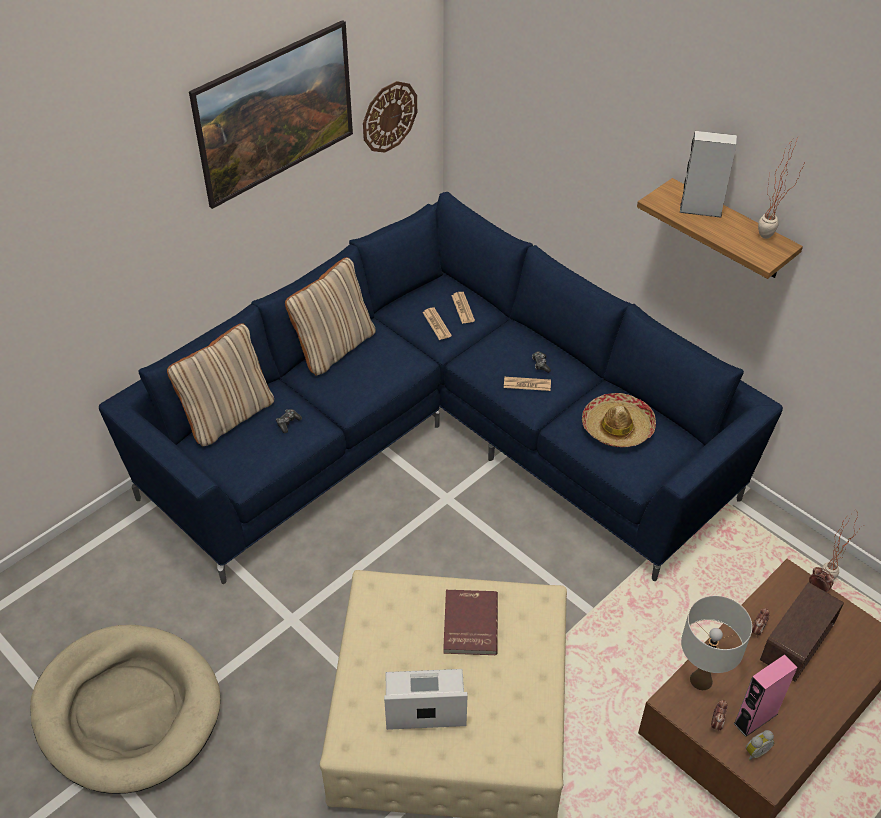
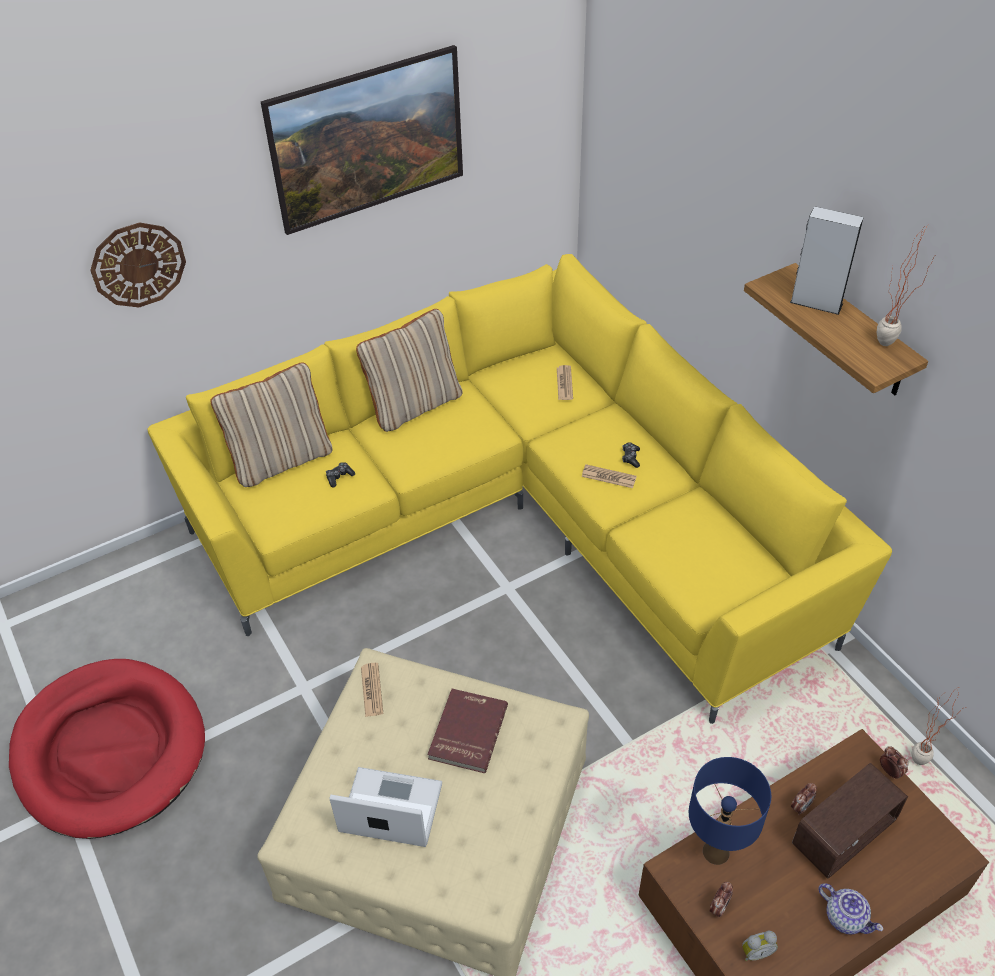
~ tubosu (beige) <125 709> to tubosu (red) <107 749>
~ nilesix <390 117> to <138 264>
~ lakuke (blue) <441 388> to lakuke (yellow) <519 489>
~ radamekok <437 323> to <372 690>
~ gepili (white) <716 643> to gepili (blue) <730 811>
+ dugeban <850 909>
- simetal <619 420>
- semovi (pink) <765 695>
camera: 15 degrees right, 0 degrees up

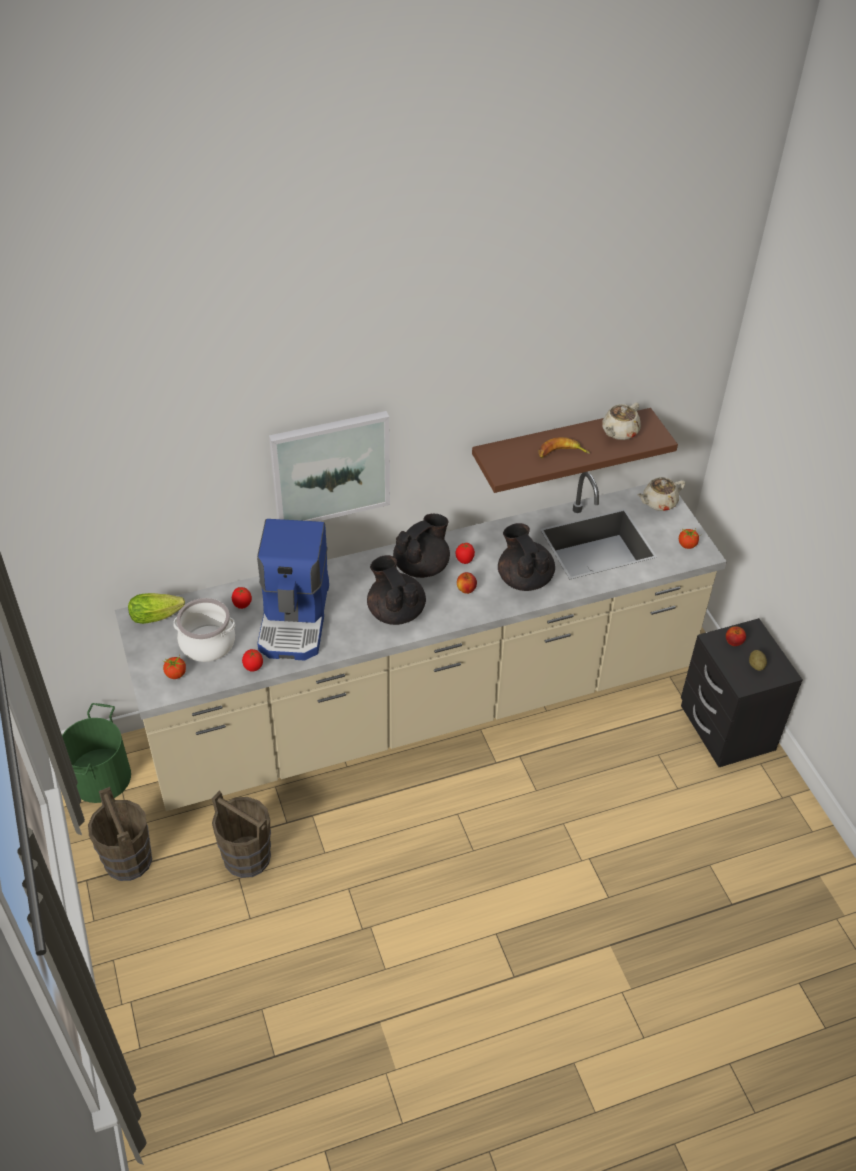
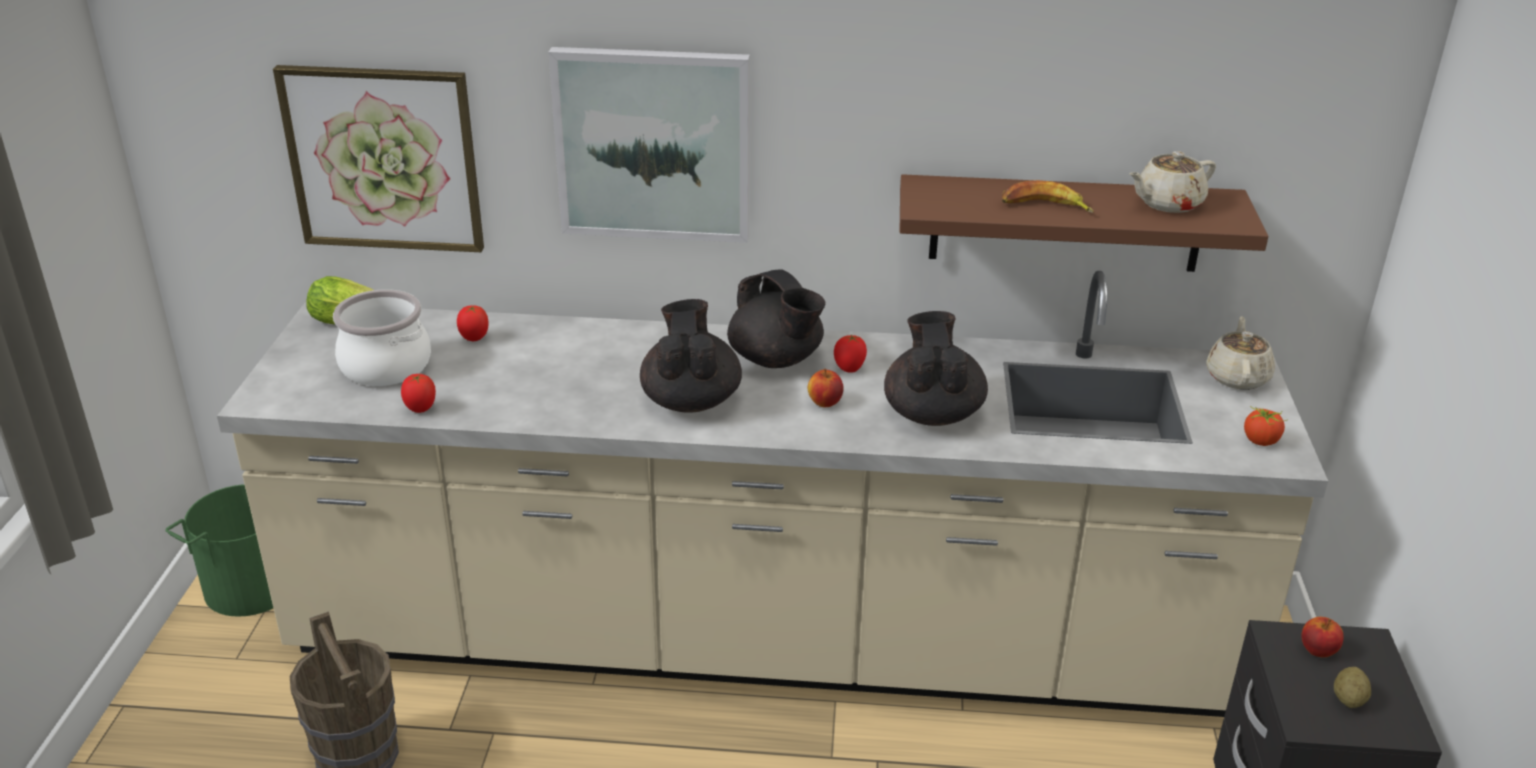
+ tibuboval <378 158>
~ dugeban (black) <421 546> = <776 318> 75 degrees clockwise
~ dugeban (beige) <661 494> = <1240 353> 105 degrees clockwise
- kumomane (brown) <120 834>
- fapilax <174 667>
- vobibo <293 590>
camera: 25 degrees right, 15 degrees down

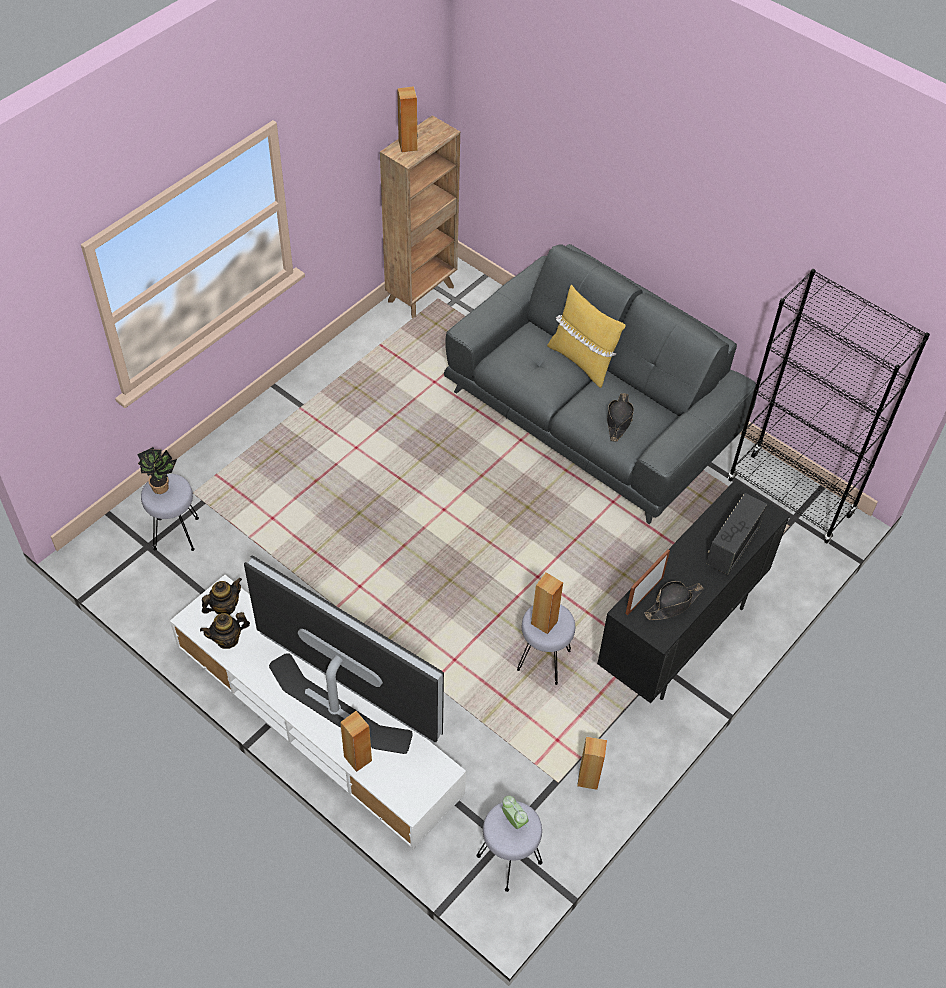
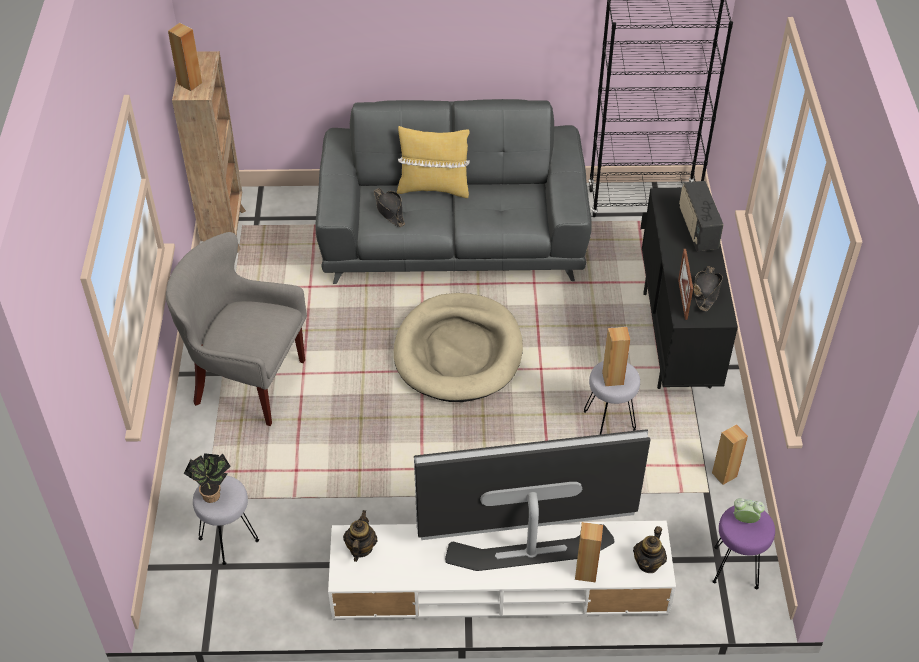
+ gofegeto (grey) <236 329>
~ simetal (black) <620 417> to <389 207>
+ tubosu (beige) <458 347>
~ dugeban <225 630> to <650 549>
~ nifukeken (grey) <509 846> to nifukeken (purple) <743 547>
camera: 40 degrees left, 5 degrees down

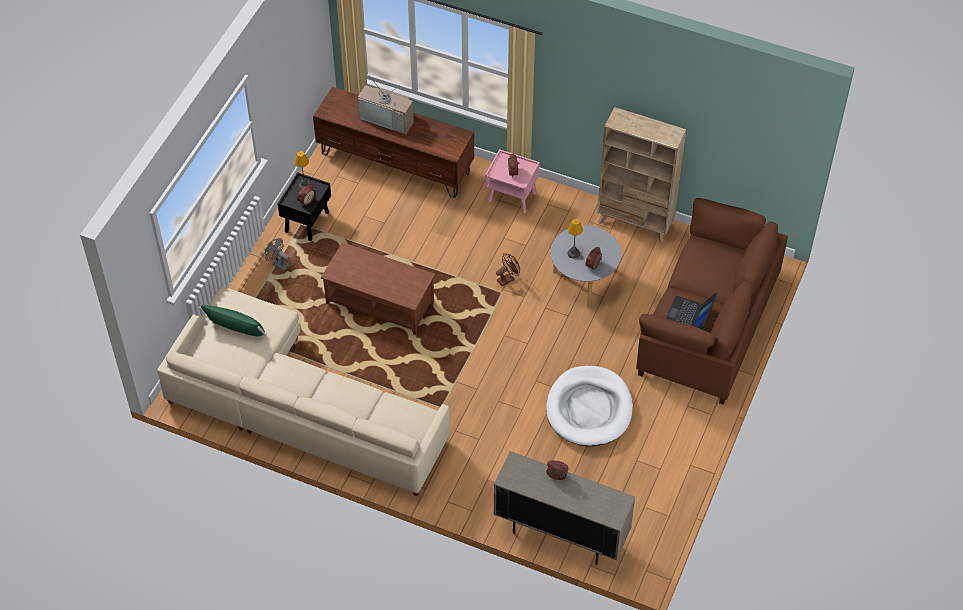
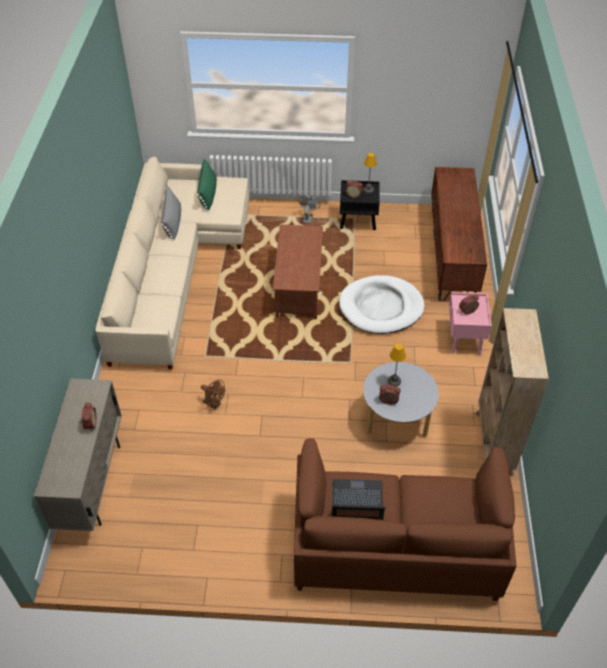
+ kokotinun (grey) <171 213>
~ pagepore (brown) <508 269> to <213 394>
~ tubosu (white) <589 406> to <382 304>
- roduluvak <386 106>
camera: 70 degrees right, 5 degrees down

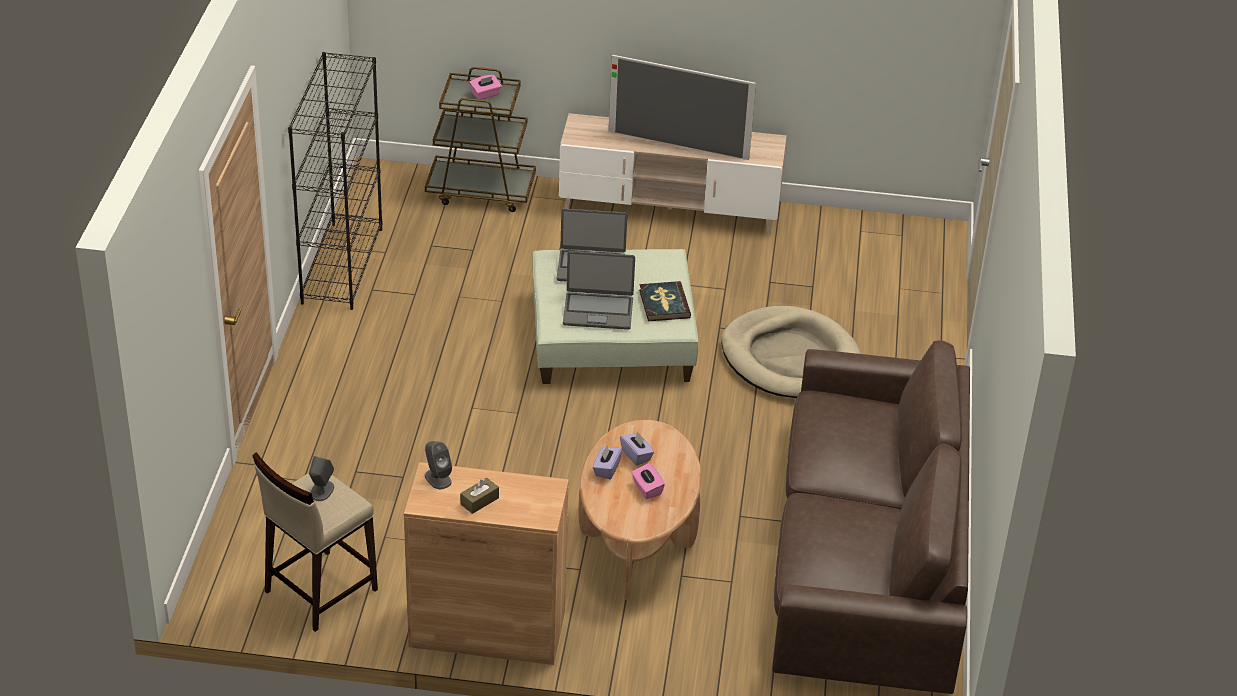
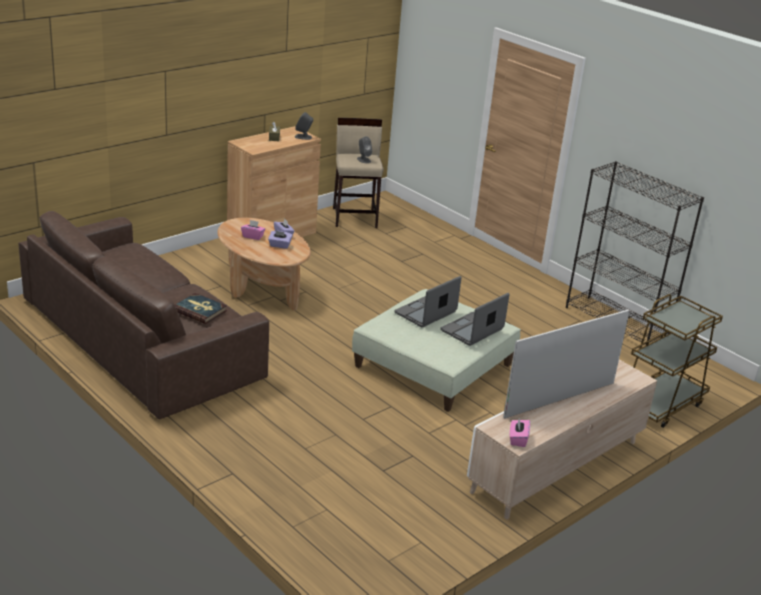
~ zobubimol <665 301> to <201 308>
~ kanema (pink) <485 87> to <520 432>
- tubosu (beige) <791 352>
camera: 130 degrees right, 10 degrees down

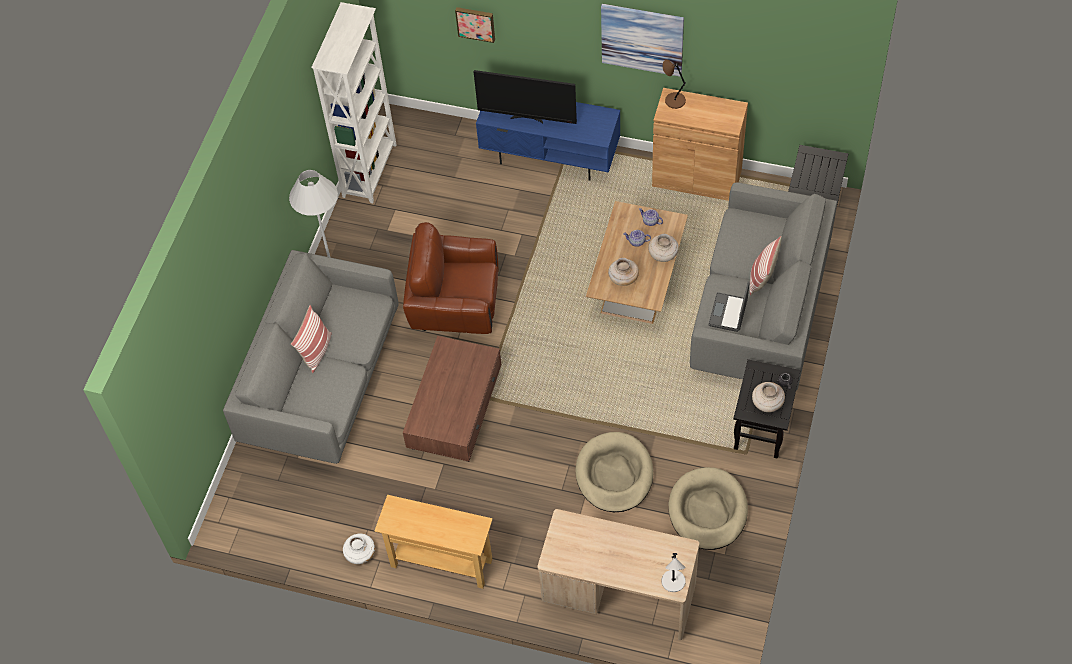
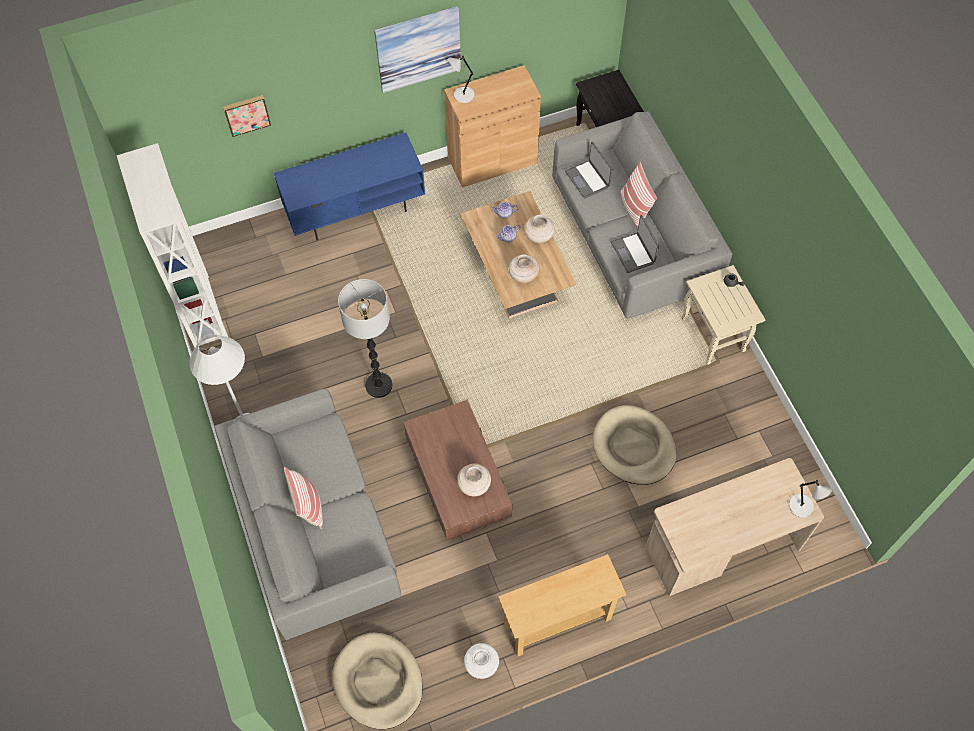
~ tubosu (beige) <708 508> to <377 681>
~ gofegeto (brown) <450 278> to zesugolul <365 338>
~ gepili (brown) <674 84> to gepili (grey) <461 79>
~ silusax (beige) <768 397> to <474 479>
+ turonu <588 170>
~ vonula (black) <767 408> to vonula (beige) <723 315>
- roduluvak <525 97>
camera: 40 degrees left, 5 degrees up

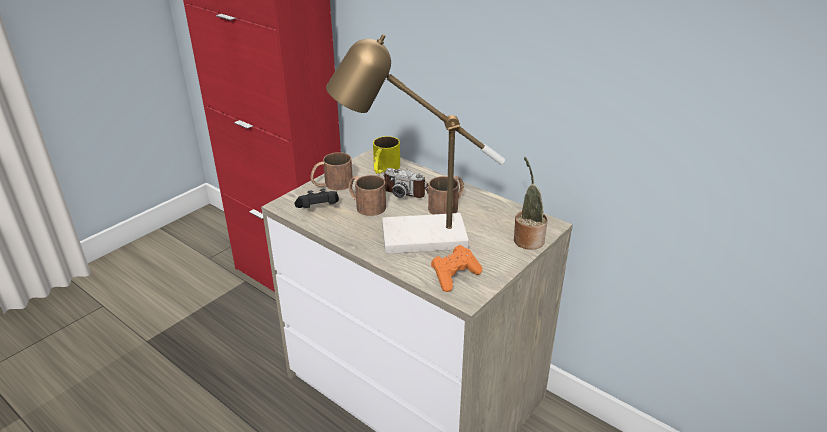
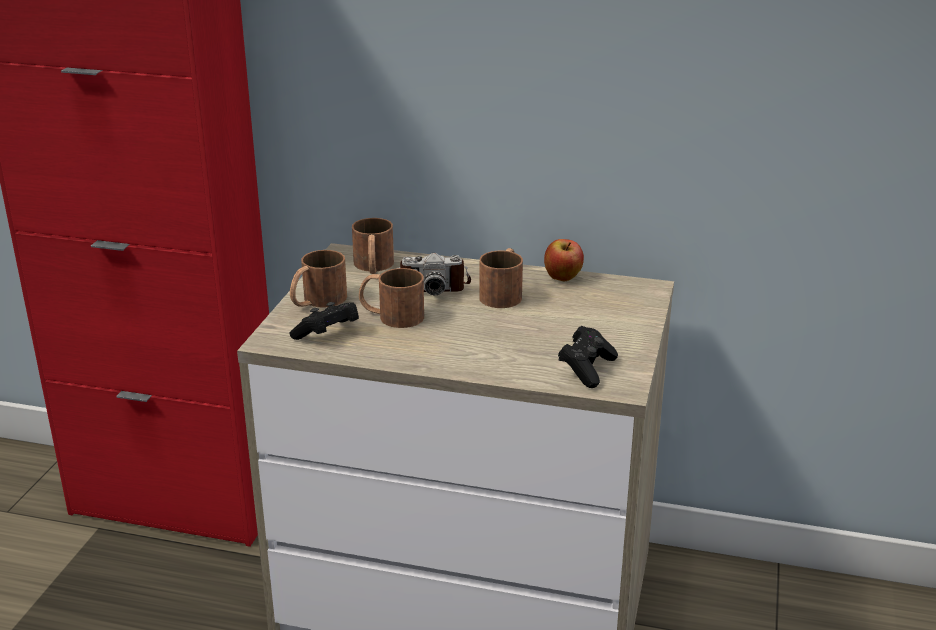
~ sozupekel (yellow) <386 155> to sozupekel (brown) <373 246>
+ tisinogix <564 260>
~ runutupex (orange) <456 268> to runutupex (black) <588 357>
- gepili <415 144>
- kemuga <531 203>
camera: 25 degrees left, 5 degrees down

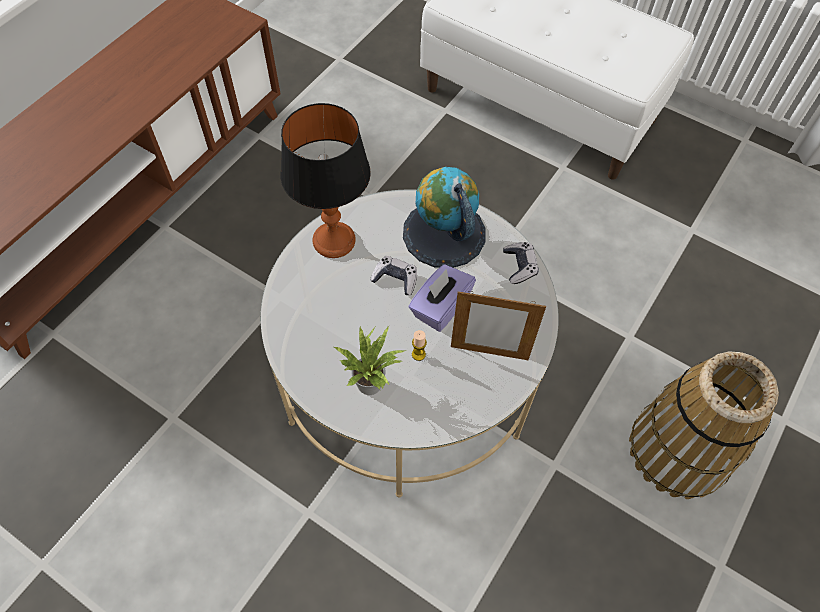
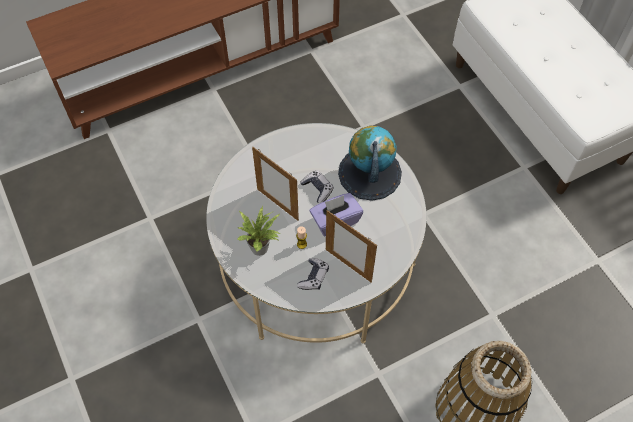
+ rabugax <275 184>
~ runutupex <521 263> to <313 274>
- gepili <326 180>
camera: 30 degrees right, 0 degrees up

